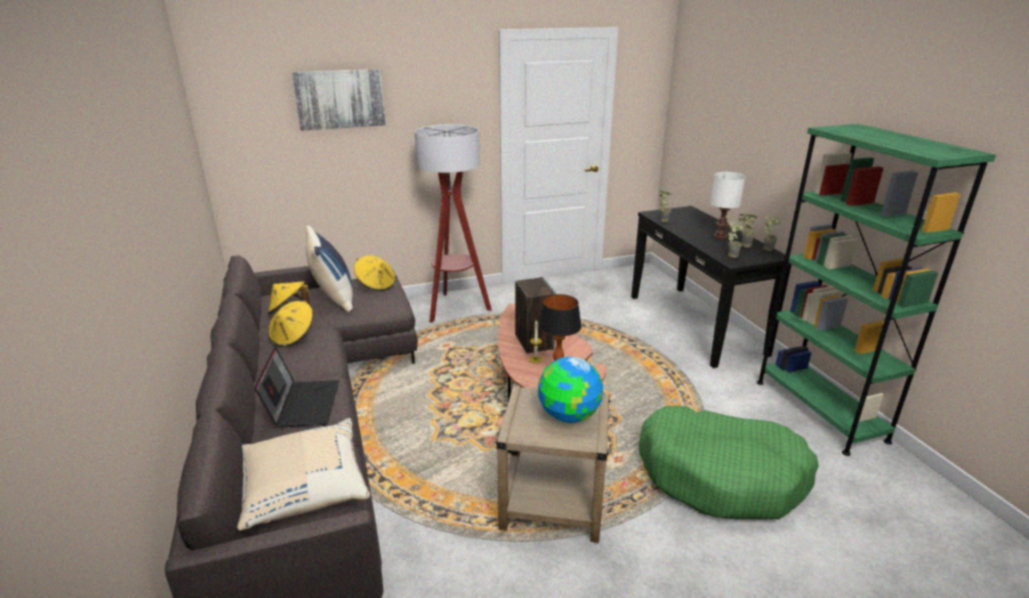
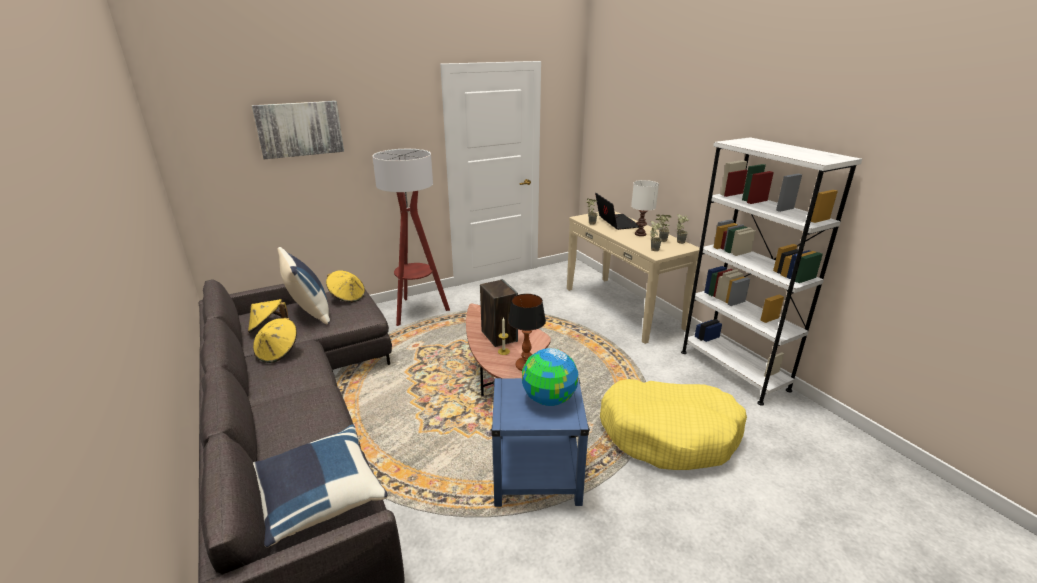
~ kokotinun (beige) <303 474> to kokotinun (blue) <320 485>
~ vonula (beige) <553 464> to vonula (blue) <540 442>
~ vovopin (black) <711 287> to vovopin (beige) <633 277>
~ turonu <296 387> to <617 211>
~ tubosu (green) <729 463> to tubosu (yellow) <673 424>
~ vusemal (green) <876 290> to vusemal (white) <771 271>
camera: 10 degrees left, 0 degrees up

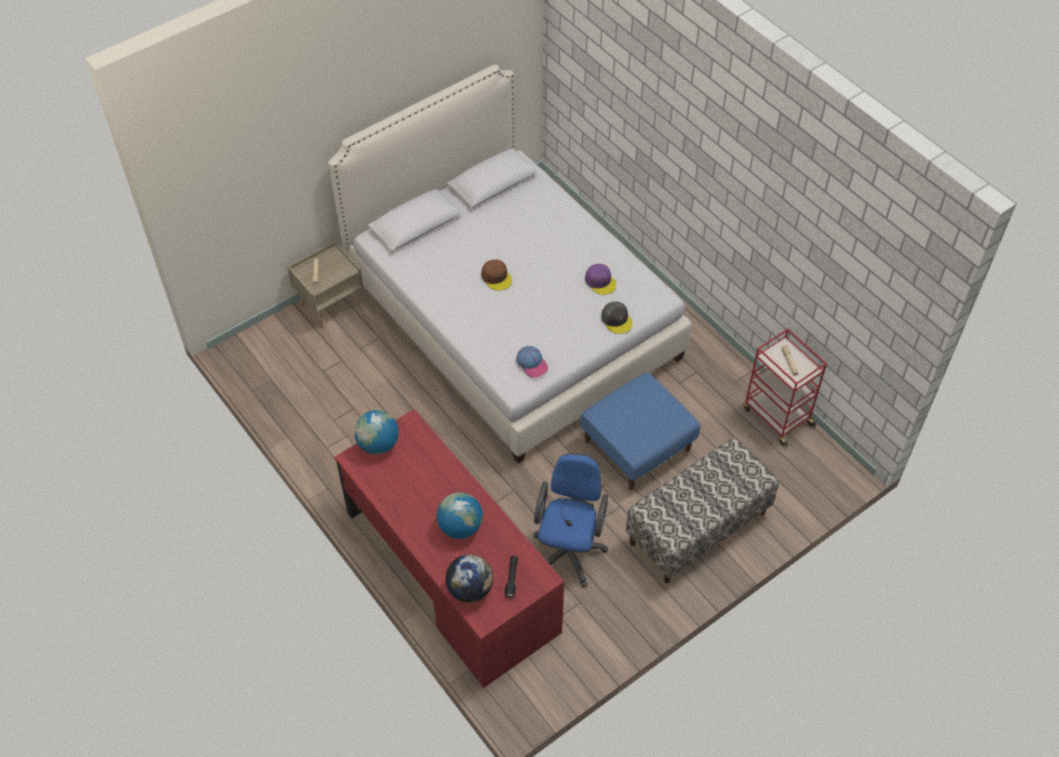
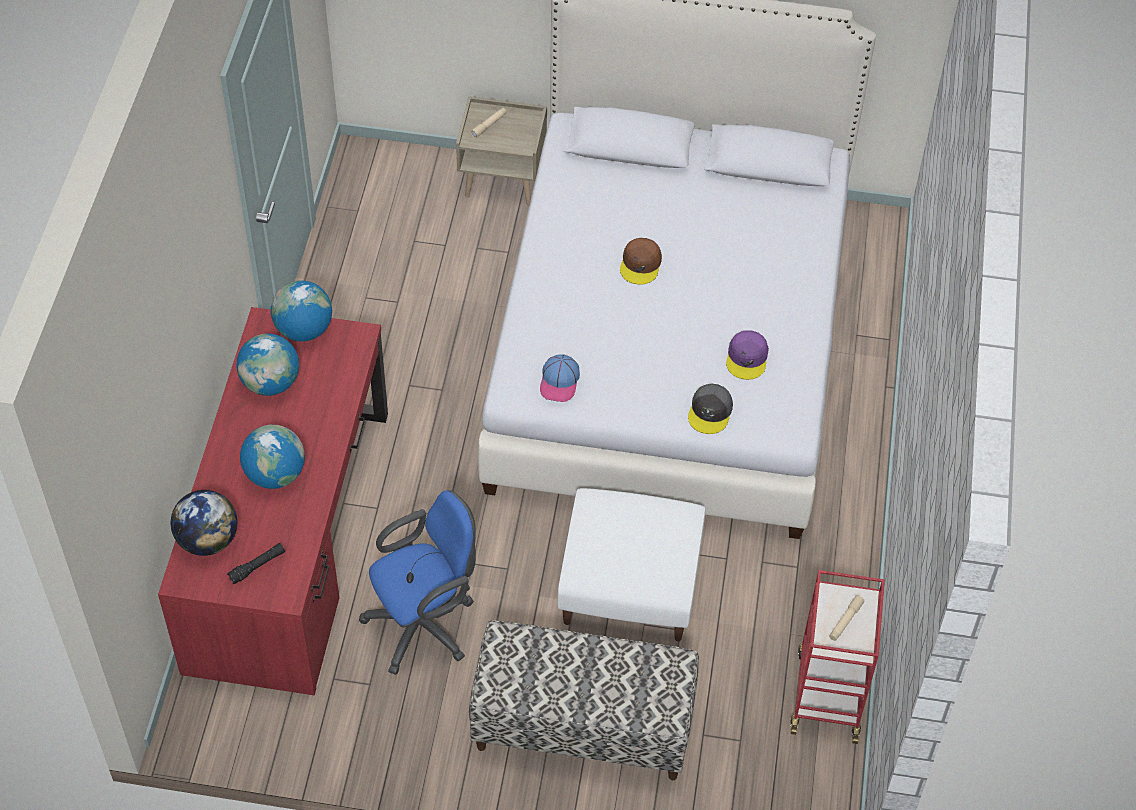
+ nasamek <268 364>
~ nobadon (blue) <640 431> to nobadon (white) <631 564>
camera: 45 degrees right, 0 degrees up

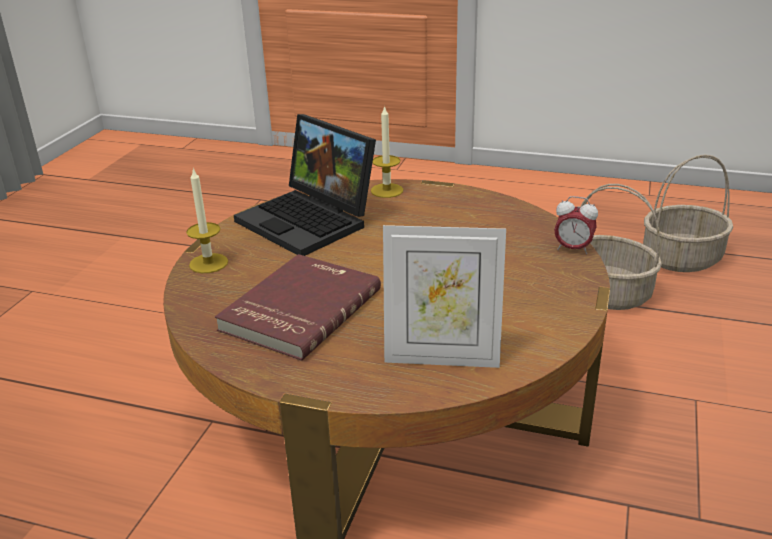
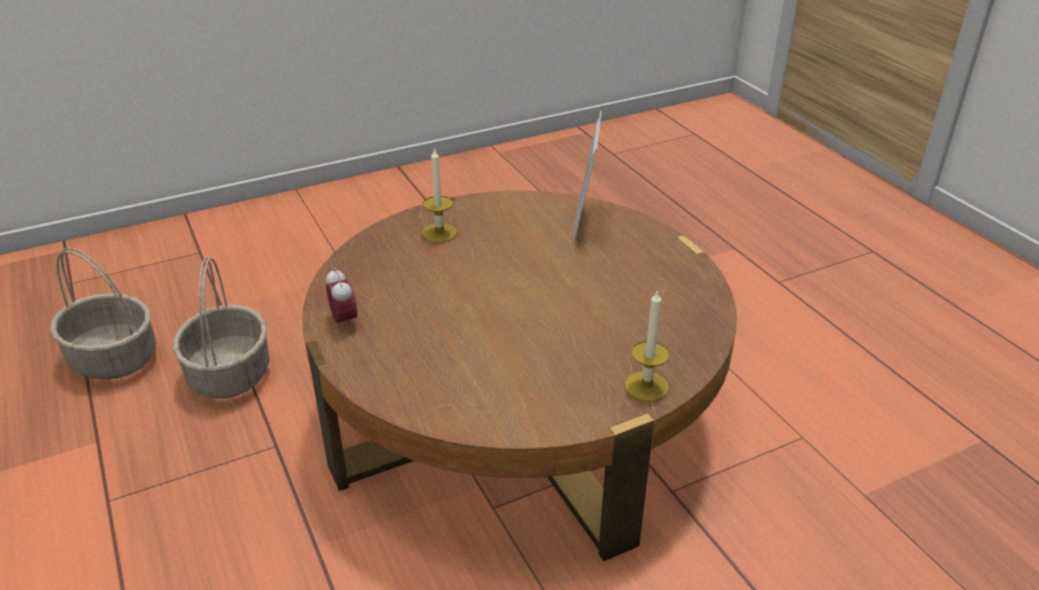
~ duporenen <576 225> to <342 298>
~ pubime <387 151> to <439 194>
~ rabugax <444 296> = <587 178> 135 degrees counterclockwise
- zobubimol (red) <298 307>
- turonu <305 185>
camera: 135 degrees left, 5 degrees up

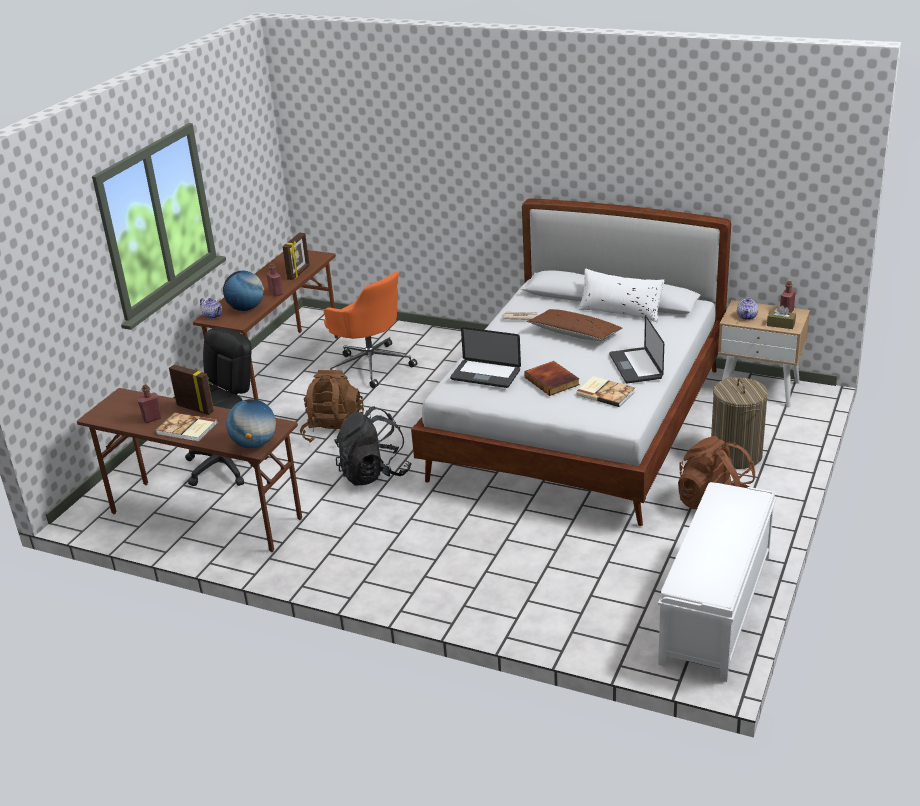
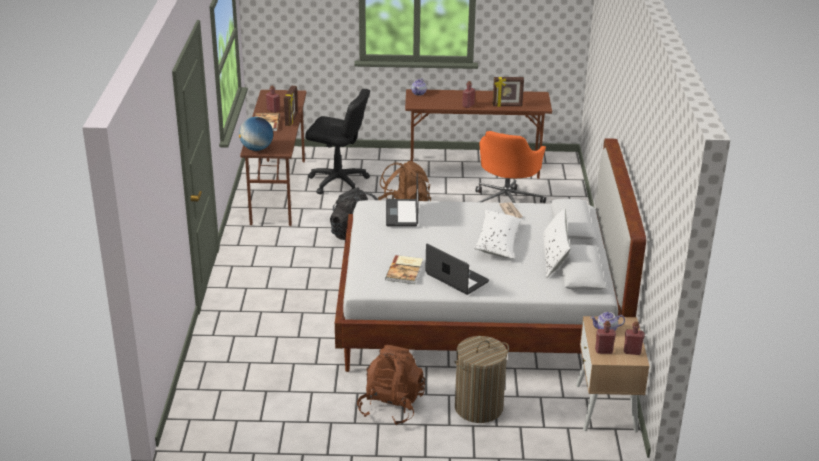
~ turonu <636 349> = <457 269> 75 degrees clockwise
~ kokotinun (brown) <575 325> to kokotinun (white) <498 234>
~ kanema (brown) <781 317> to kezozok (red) <605 337>
- nasamek <243 291>
- zobubimol <552 378>
- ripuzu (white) <717 582>
camera: 65 degrees right, 0 degrees up

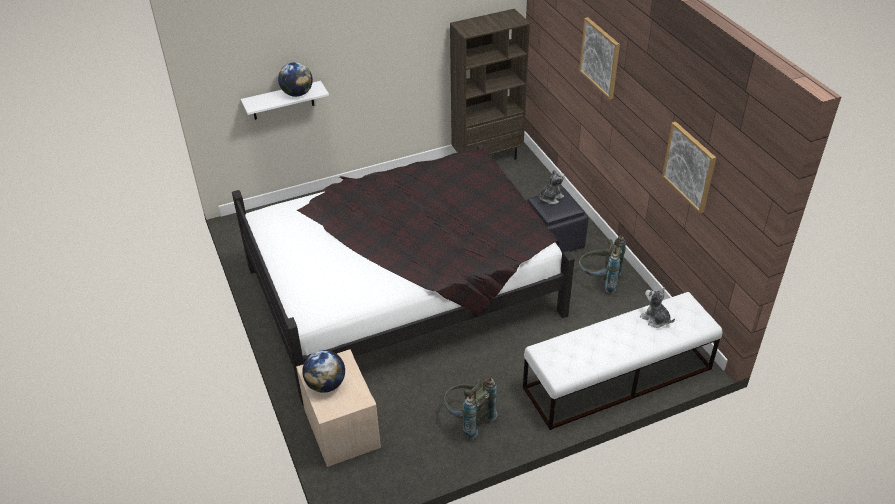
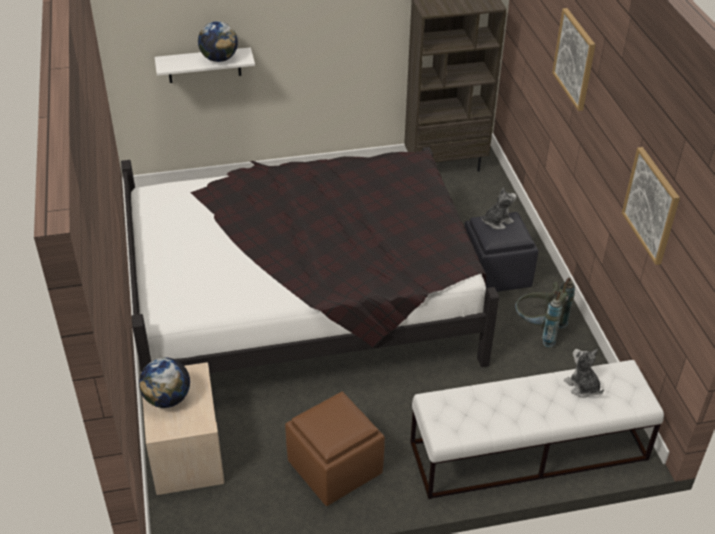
~ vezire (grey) <470 408> to nobadon (brown) <335 449>
camera: 10 degrees right, 0 degrees up

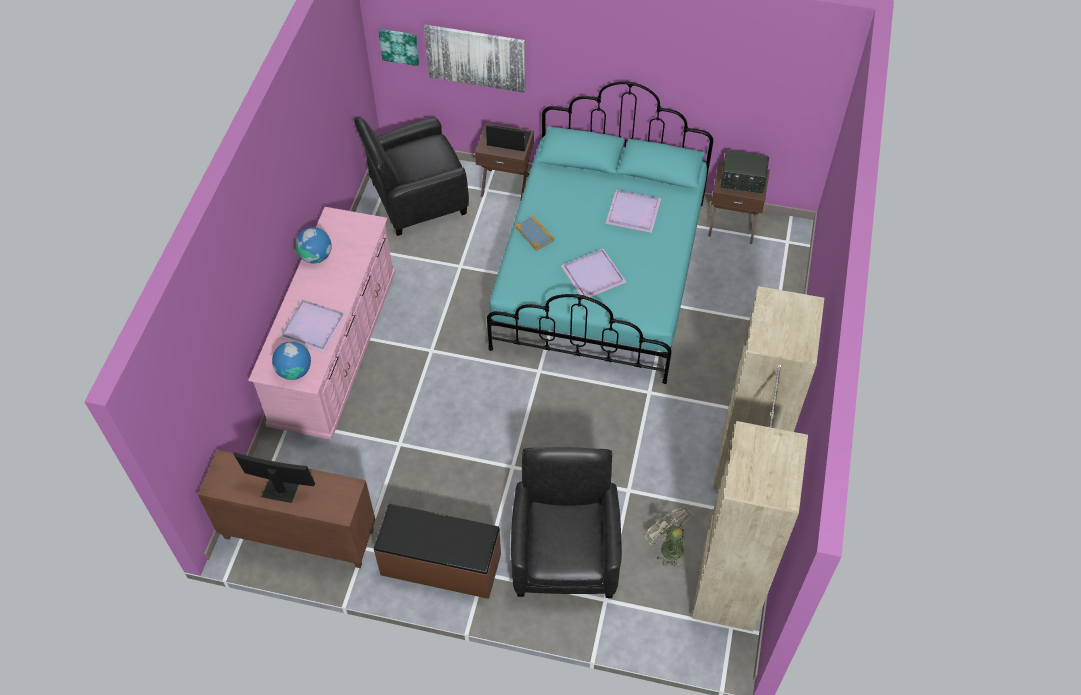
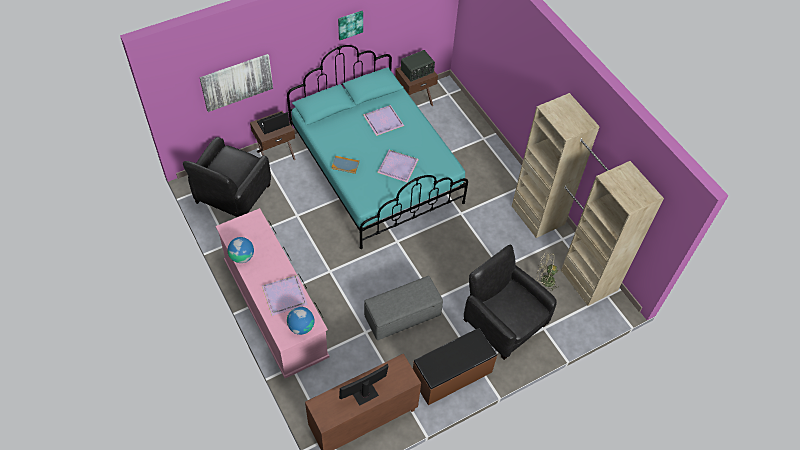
~ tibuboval <398 47> to <350 25>
+ nobadon (grey) <403 308>
camera: 45 degrees left, 0 degrees up

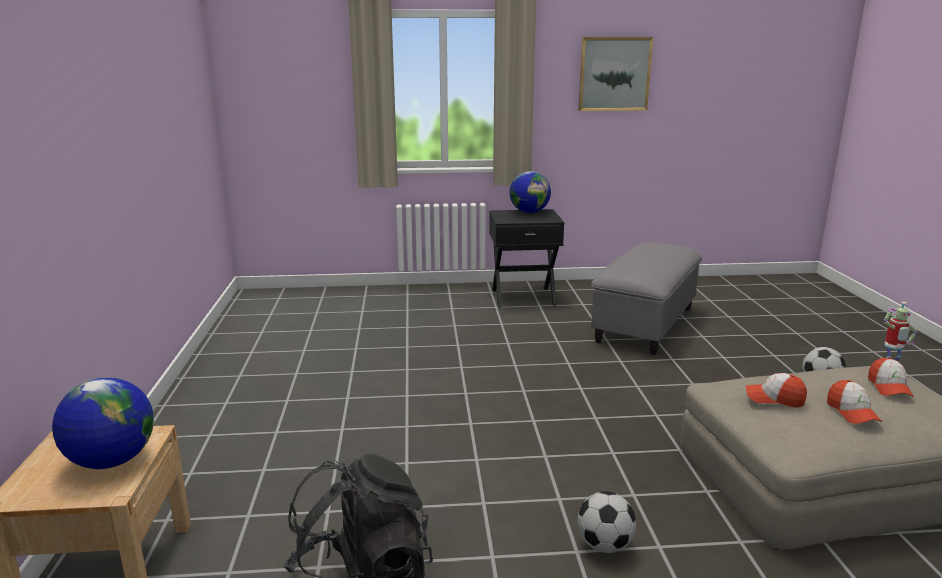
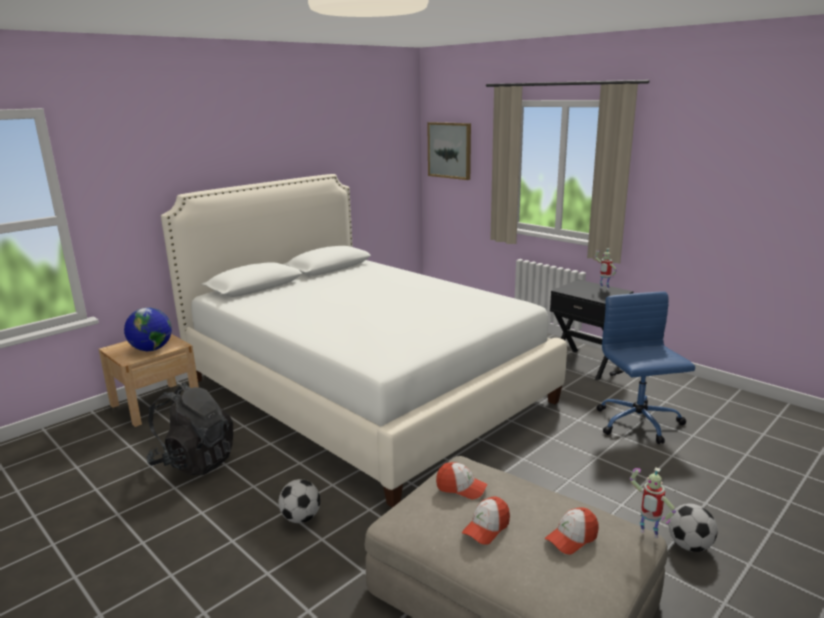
+ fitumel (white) <364 341>
~ tibuboval <615 74> to <449 151>
~ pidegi <776 390> = <462 480> 135 degrees clockwise
~ nasamek <530 192> to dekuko <606 269>
~ nobadon (grey) <646 298> to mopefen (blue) <646 368>
camera: 50 degrees right, 0 degrees up

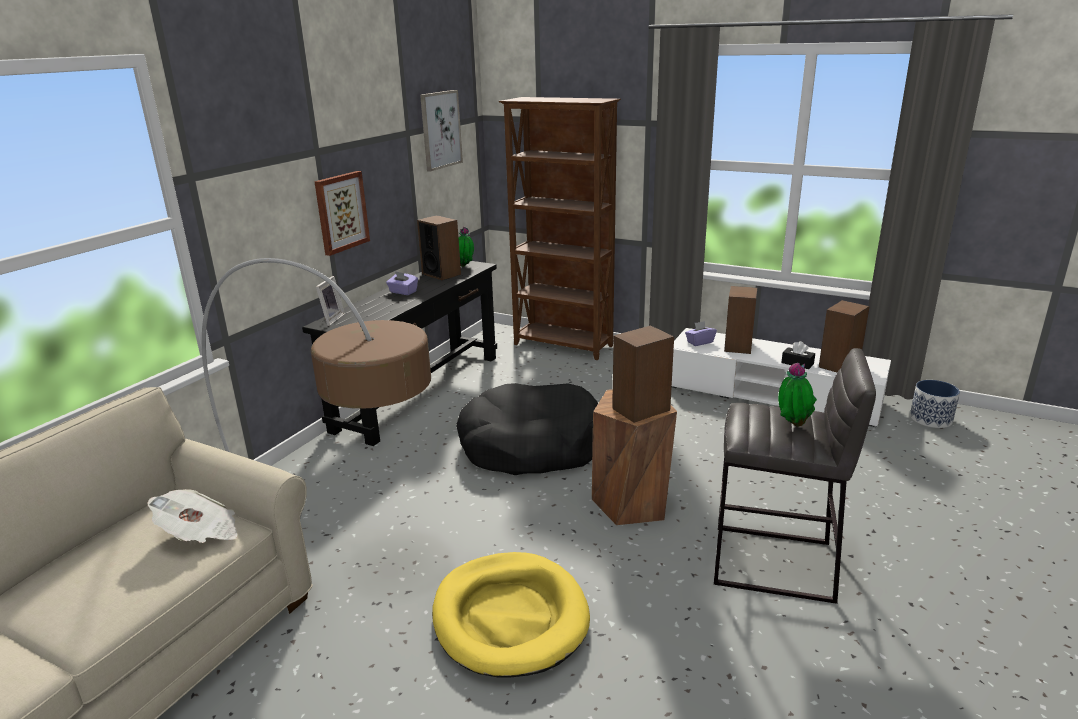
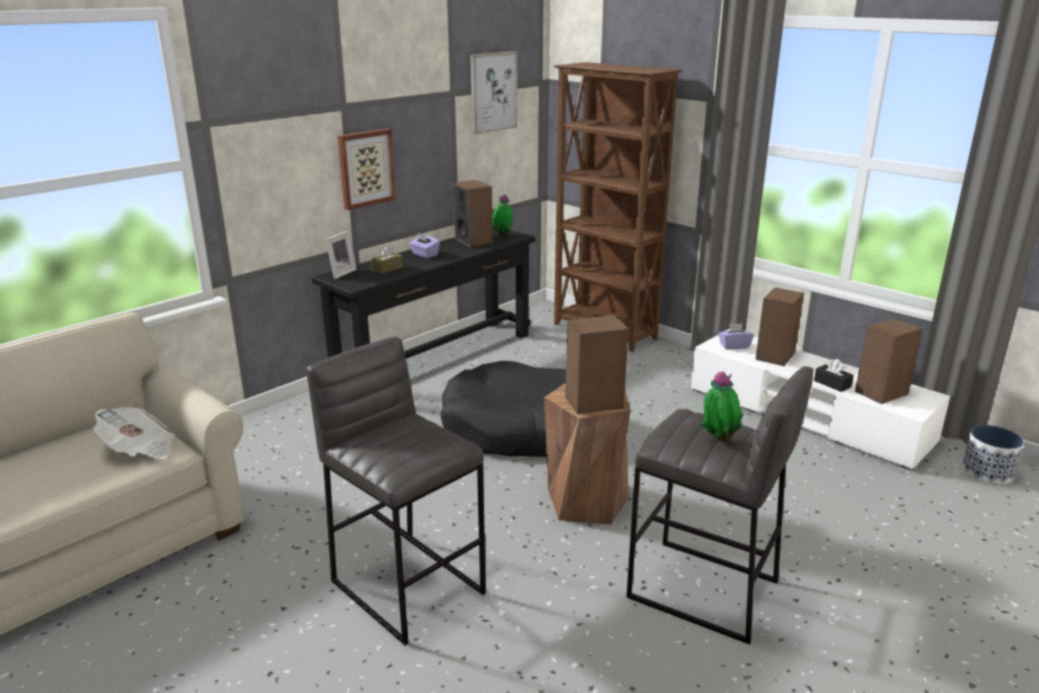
~ tubosu (yellow) <511 615> to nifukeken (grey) <396 491>
+ kanema (brown) <387 259>
- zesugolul <316 388>
camera: 15 degrees right, 0 degrees up

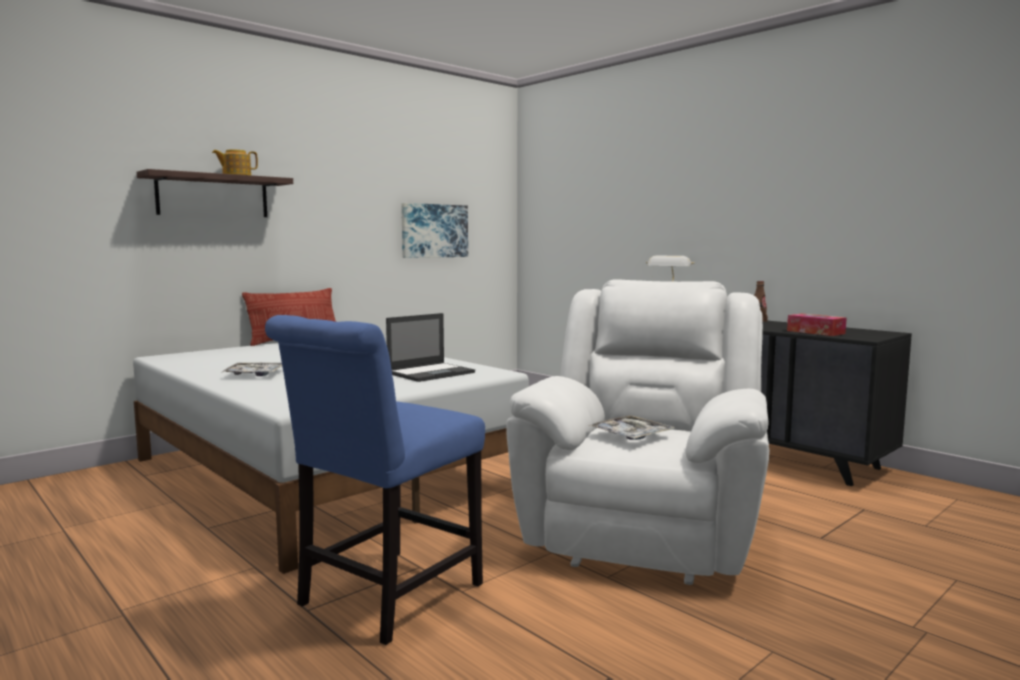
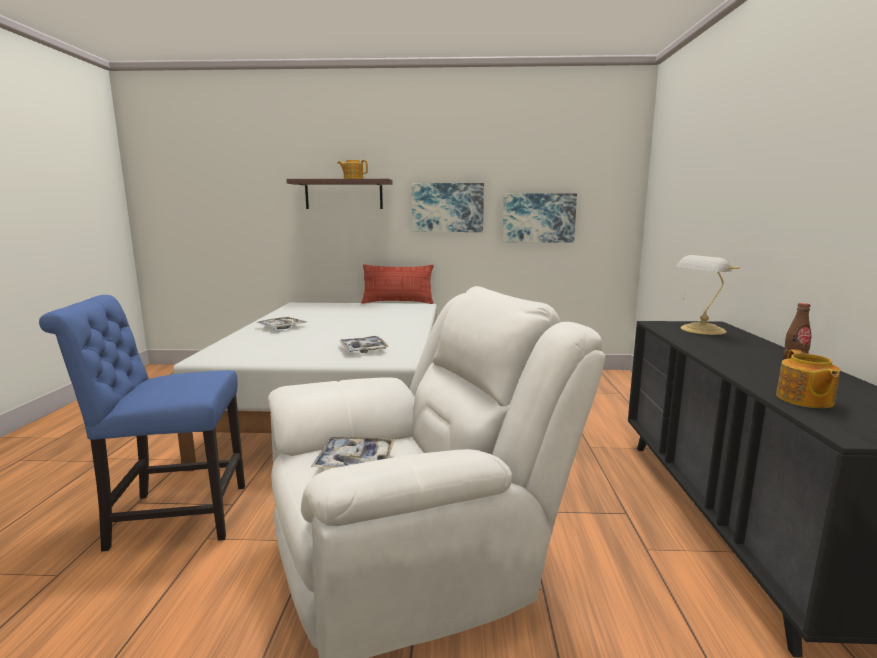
~ turonu <430 347> to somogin <364 344>
+ tibuboval <448 207>
~ kanema <817 325> to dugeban <808 378>
camera: 45 degrees right, 5 degrees up

